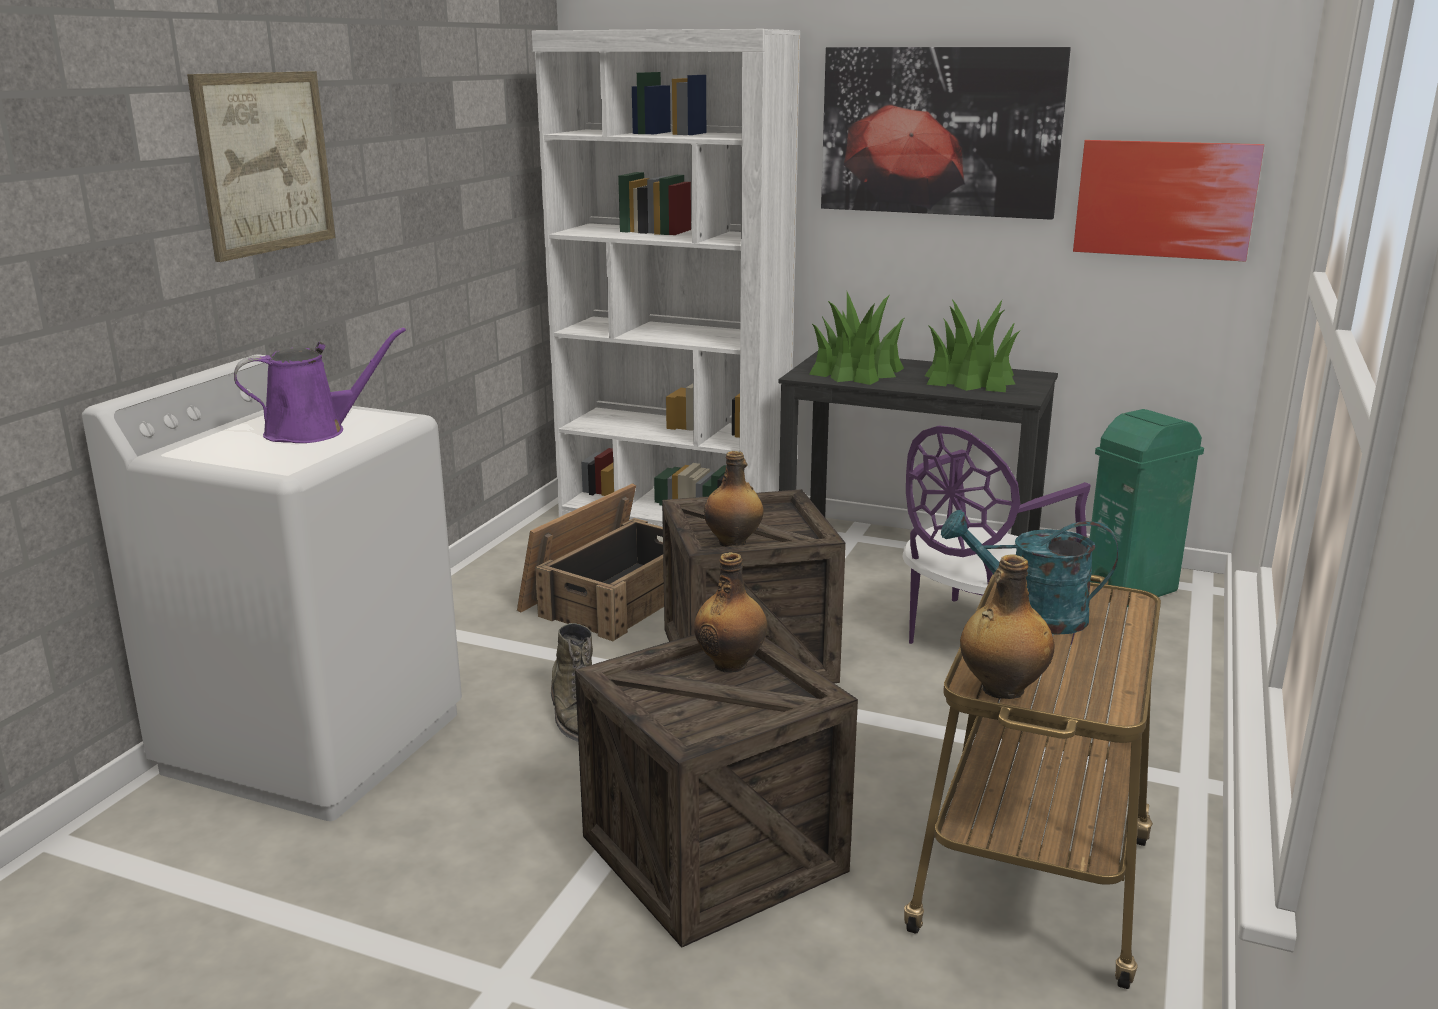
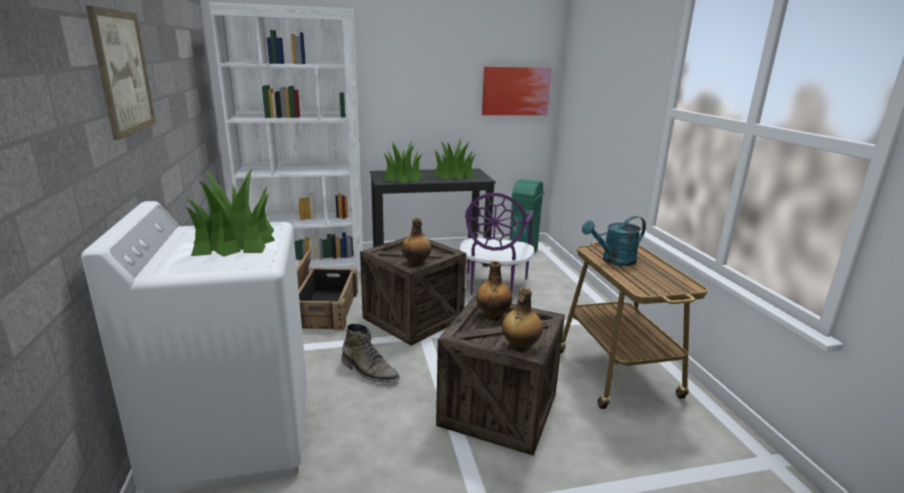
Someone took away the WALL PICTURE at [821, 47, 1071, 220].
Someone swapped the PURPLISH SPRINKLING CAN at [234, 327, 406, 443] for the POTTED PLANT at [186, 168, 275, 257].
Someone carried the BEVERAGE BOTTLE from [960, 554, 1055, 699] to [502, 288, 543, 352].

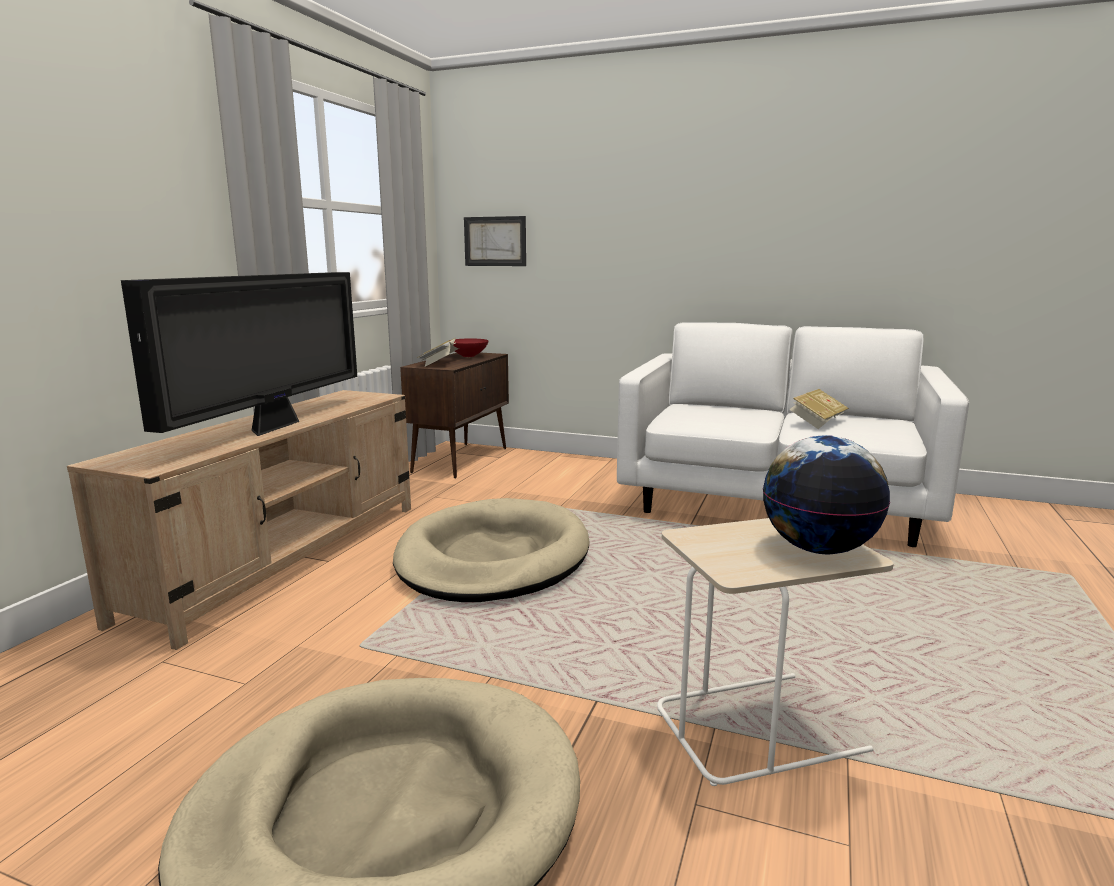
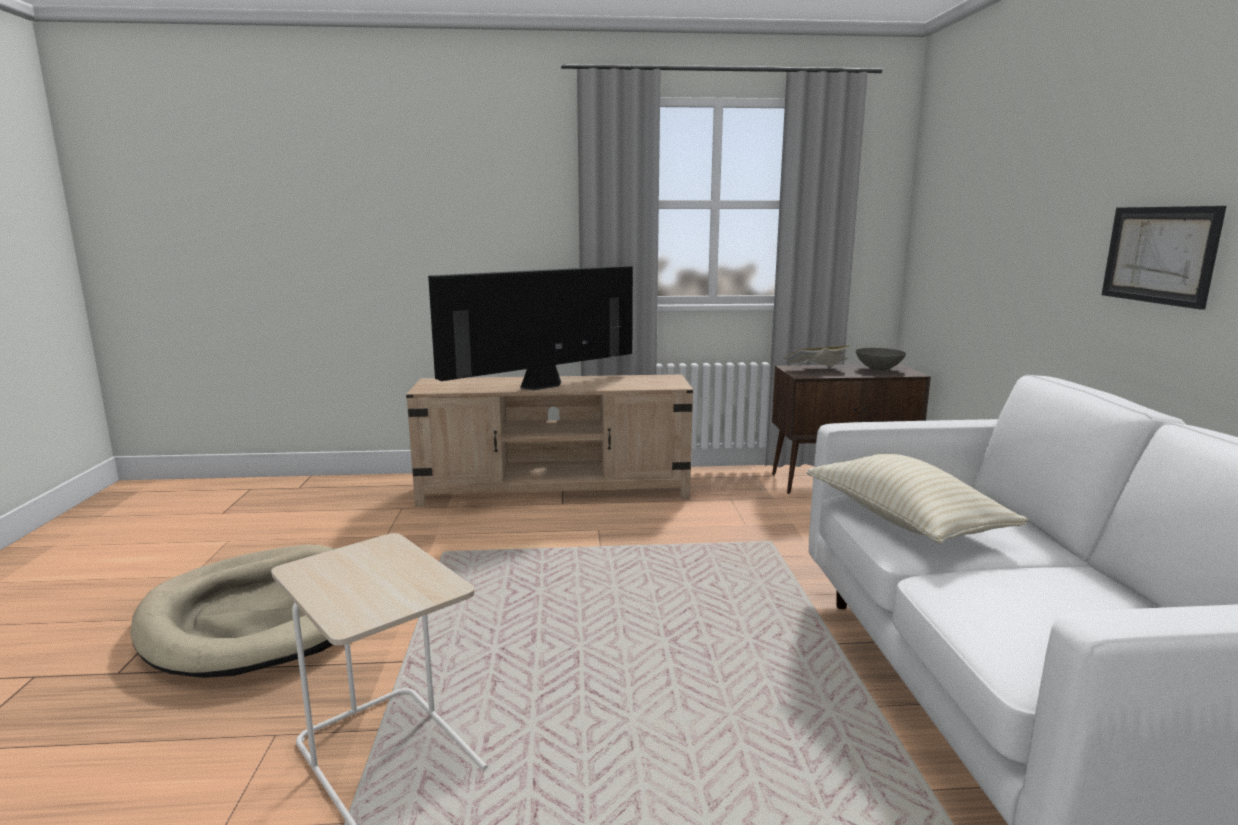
Someone carried the WALL PICTURE from [464, 216, 526, 266] to [1102, 206, 1226, 310].
Someone rotated the TELEVISION at [121, 272, 357, 436] by 150 degrees clockwise.
Someone repainted the REDDISH SERVING BOWL at [453, 338, 489, 357], which became the GRAY SERVING BOWL at [856, 348, 906, 371].
Someone took away the BOUND BOOK at [789, 389, 849, 429].
Someone took away the WORLD GLOBE at [763, 435, 890, 554].
Someone took away the BEIGE-COLOURED DOG BED at [393, 498, 590, 602].
Someone put down the BEIGE-COLOURED PILLOW at [807, 454, 1028, 544].

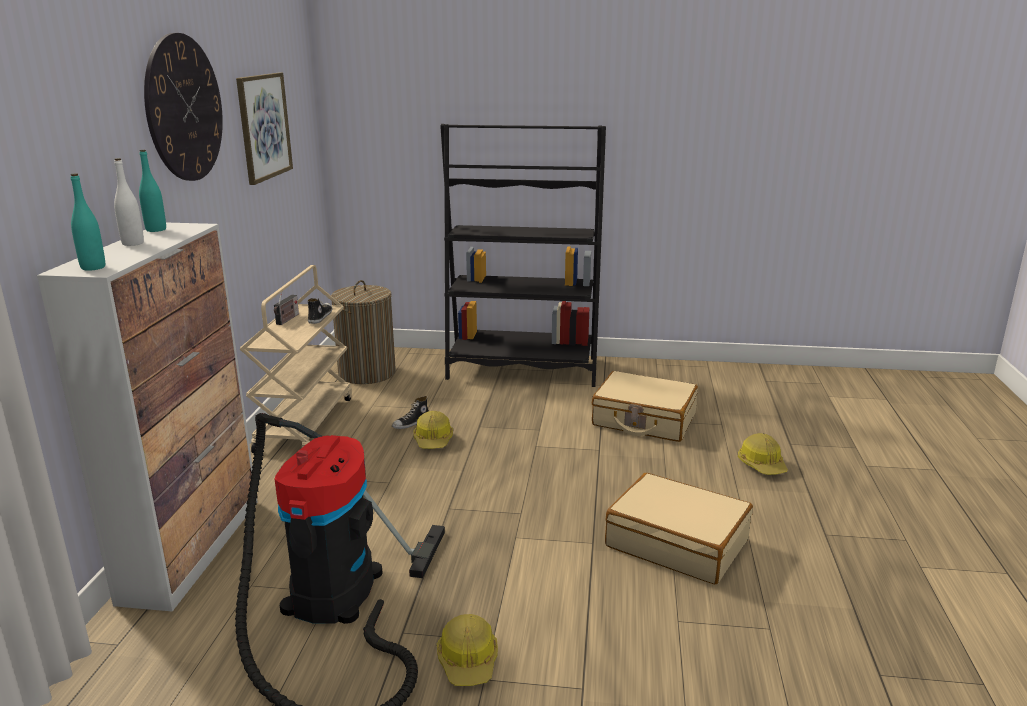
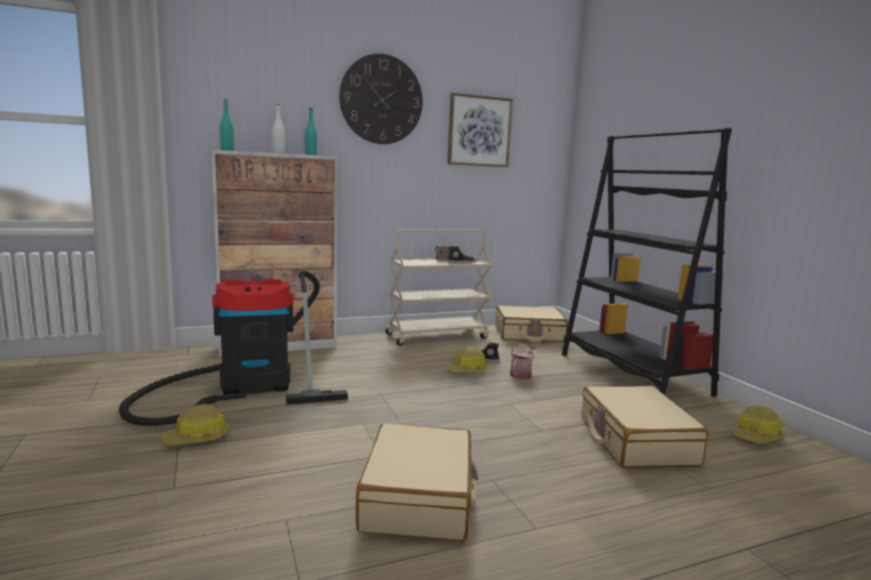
Someone swapped the HAMPER at [331, 280, 396, 384] for the BEIGE-COLOURED SUITCASE at [495, 305, 568, 342].
Someone carried the SAFETY HELMET from [738, 433, 788, 475] to [733, 405, 784, 444].
Someone put down the SPRINKLING CAN at [510, 344, 537, 379].

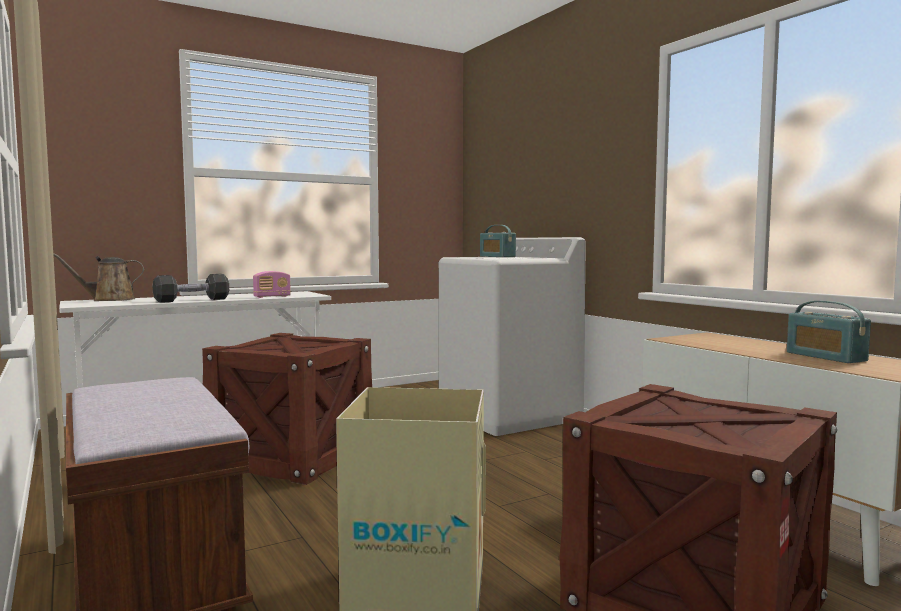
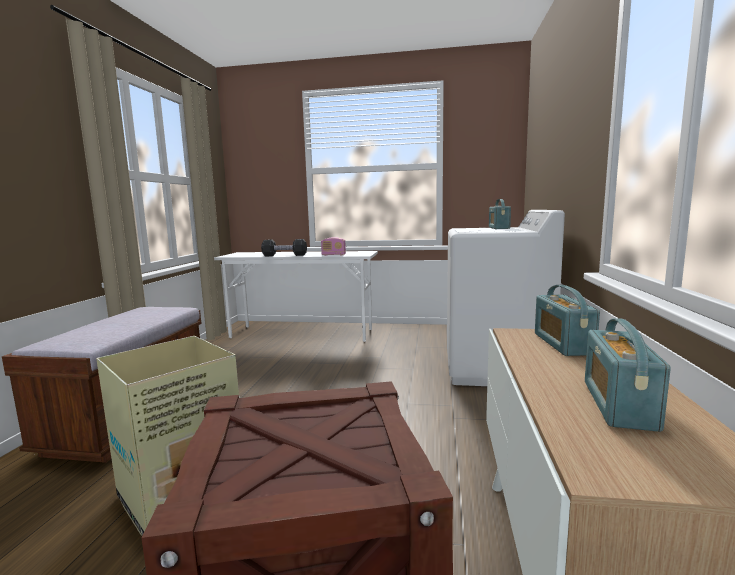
Someone took away the BROWN-COLOURED SPRINKLING CAN at [53, 253, 144, 301].
Someone took away the CRATE at [202, 333, 372, 485].
Someone put down the RADIO SET at [535, 285, 600, 356].

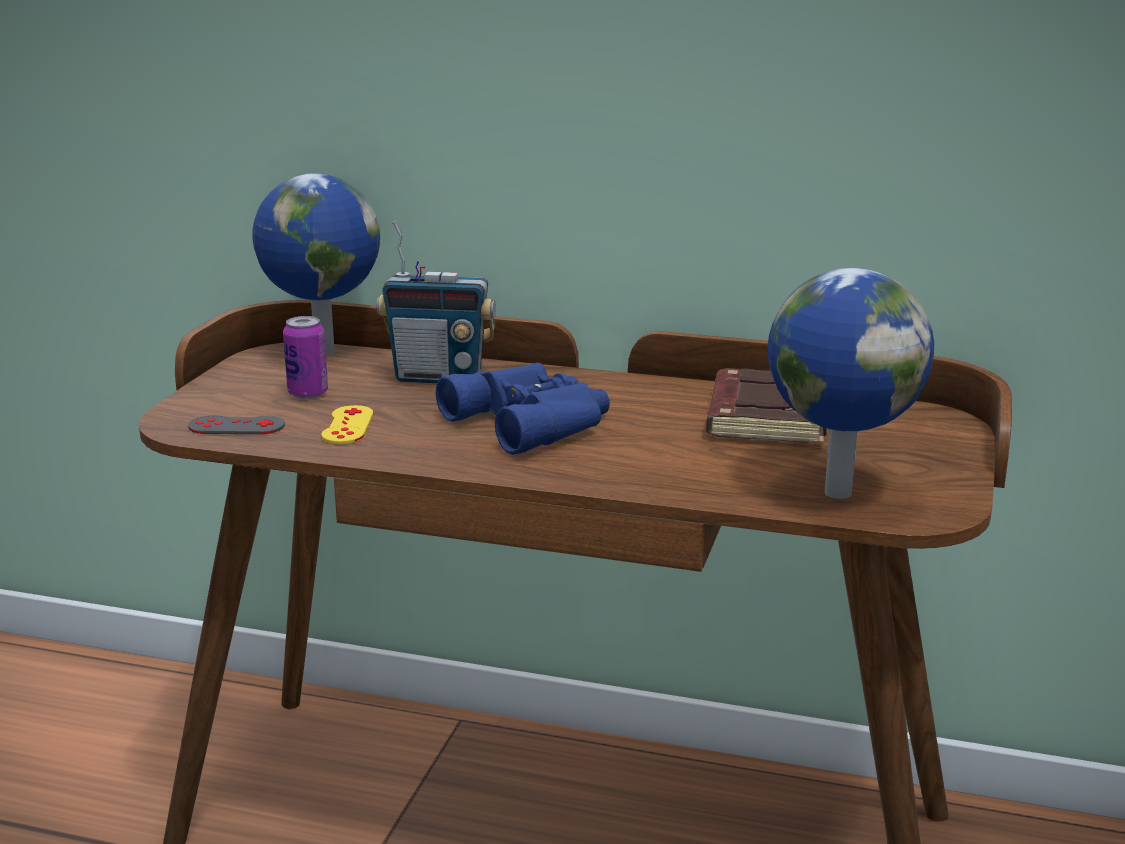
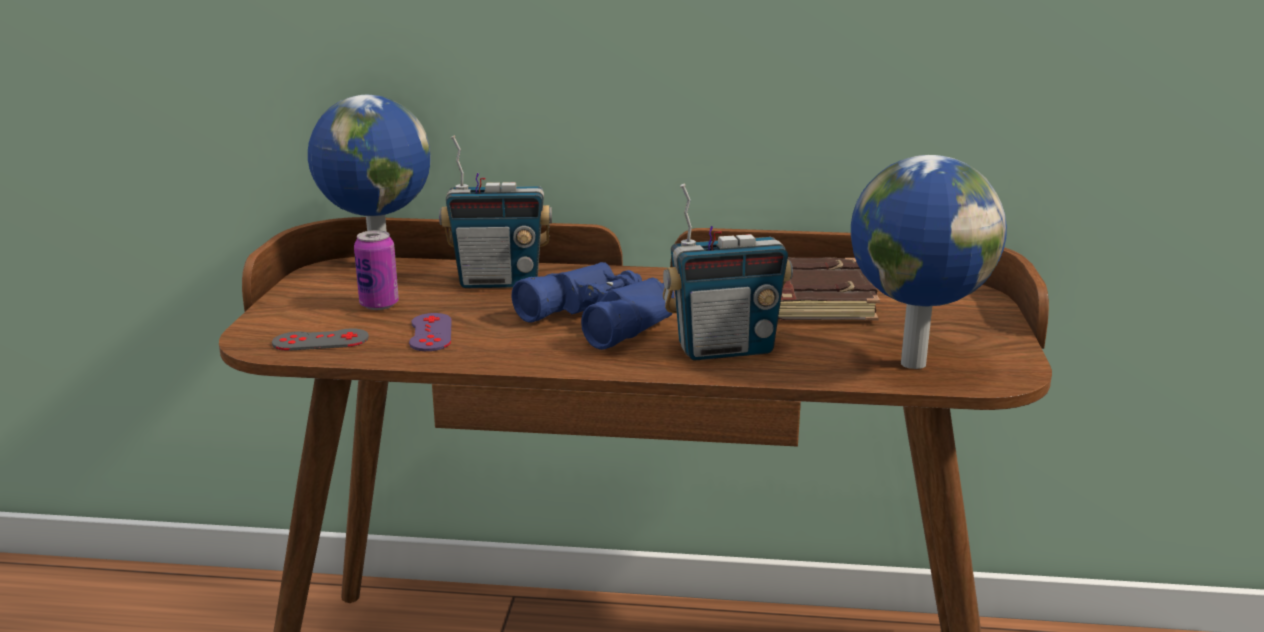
Someone repainted the YELLOW-COLOURED GAME CONTROLLER at [321, 405, 373, 444], which became the PURPLISH GAME CONTROLLER at [409, 313, 452, 351].
Someone put down the RADIO SET at [663, 184, 793, 360].

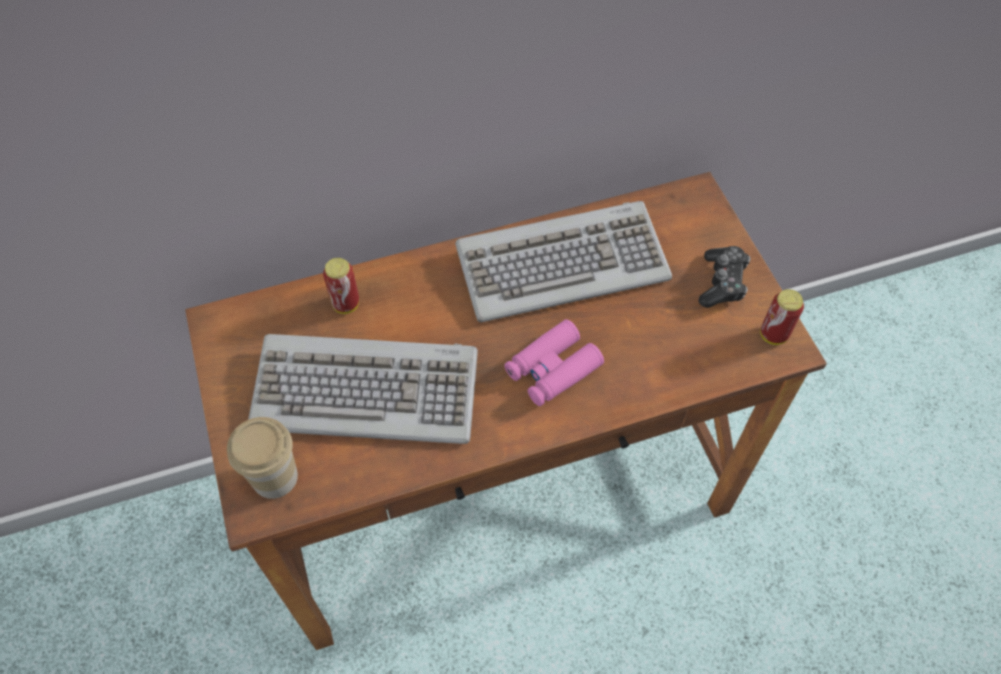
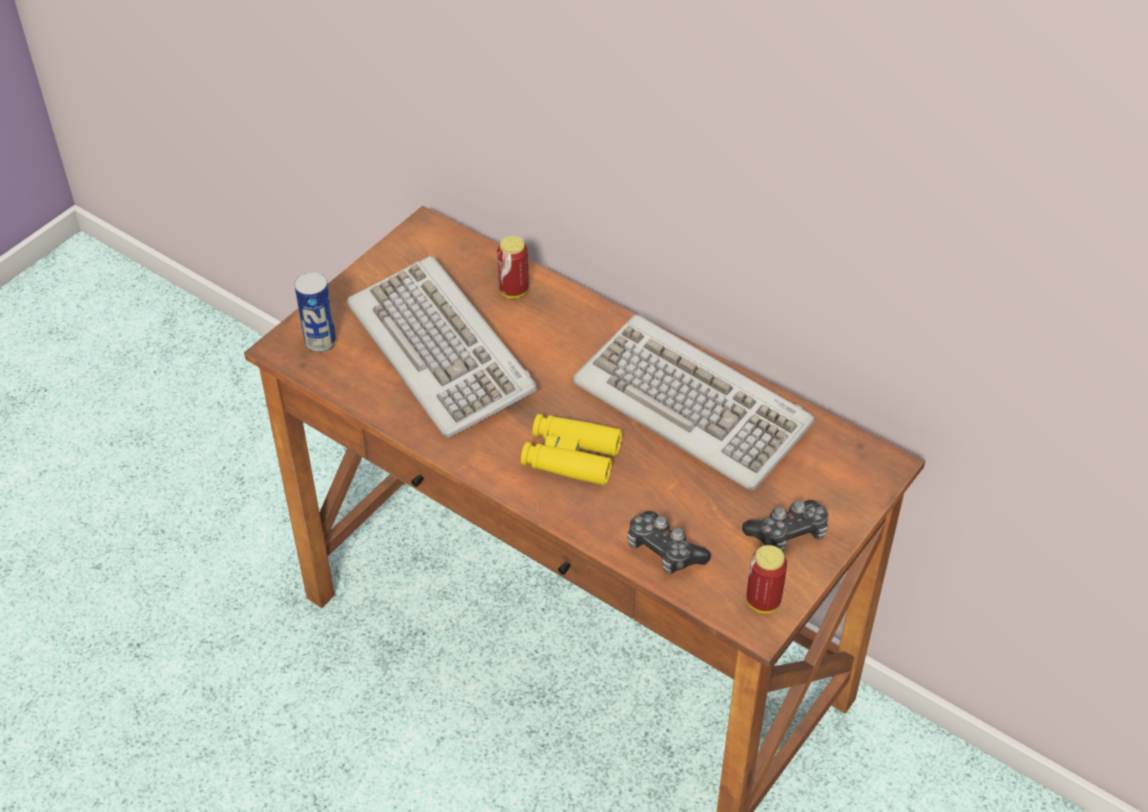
Someone repainted the PINK PAIR OF BINOCULARS at [504, 319, 604, 406], which became the YELLOW-COLOURED PAIR OF BINOCULARS at [521, 414, 622, 485].
Someone swapped the SMALL CUP at [227, 417, 298, 499] for the CAN at [294, 272, 336, 353].
Someone put down the GAME CONTROLLER at [627, 511, 711, 574].

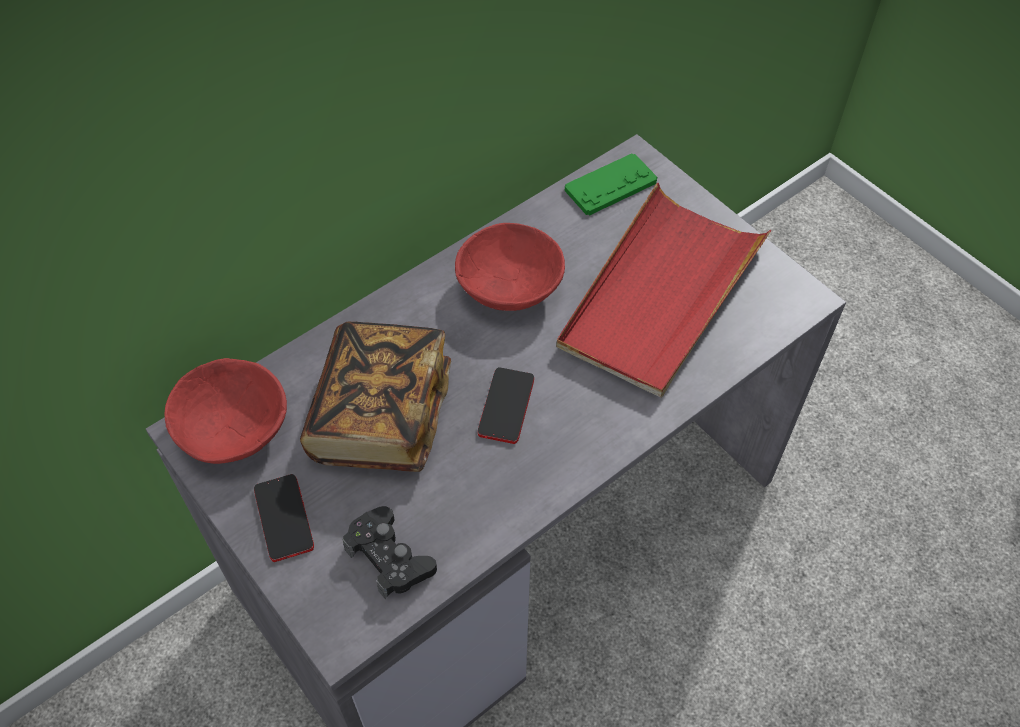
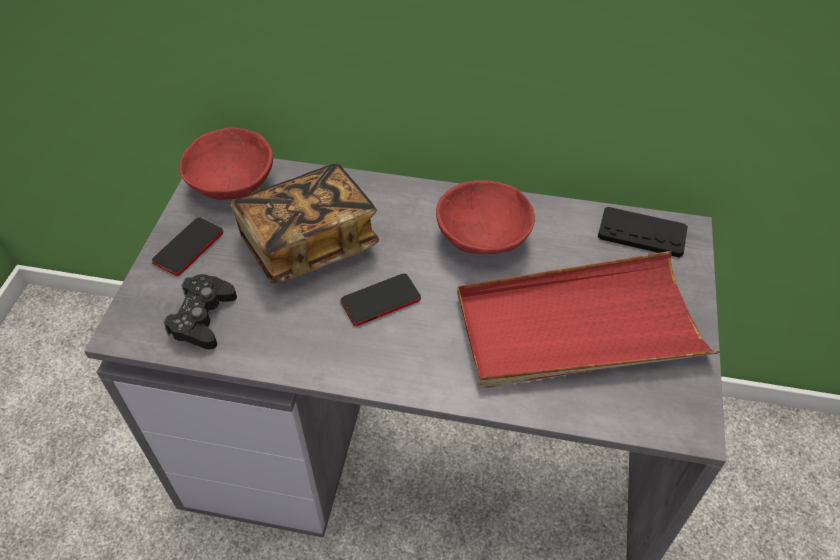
Someone repainted the GREEN GAME CONTROLLER at [565, 154, 657, 216], which became the BLACK GAME CONTROLLER at [598, 207, 688, 258].

